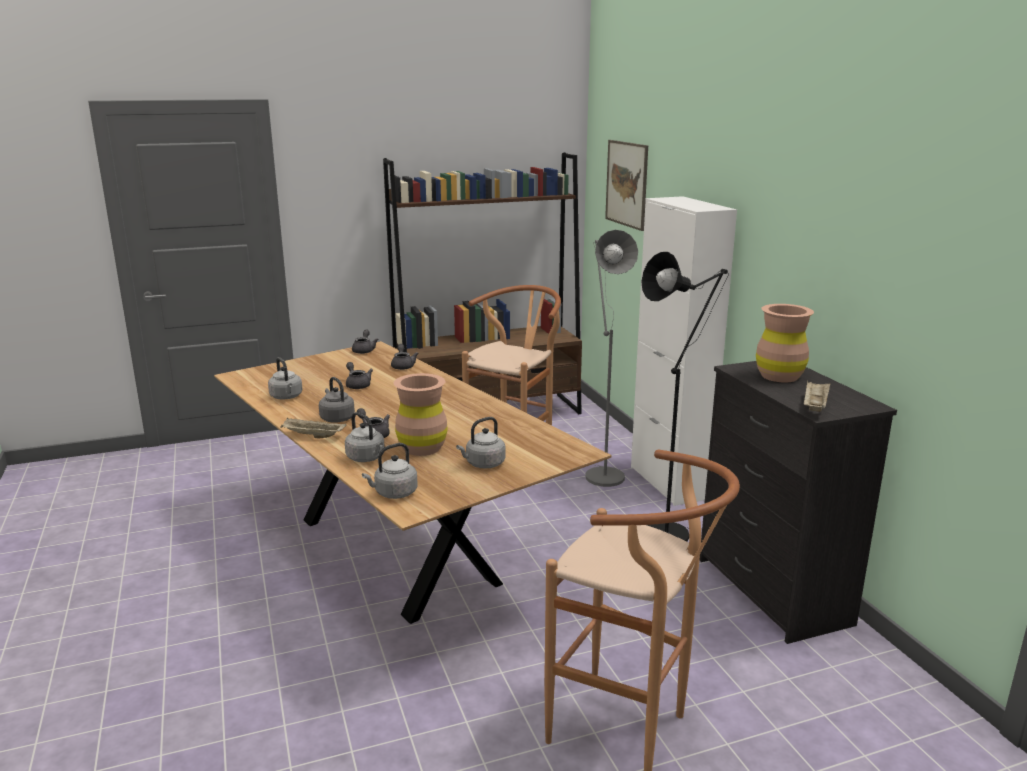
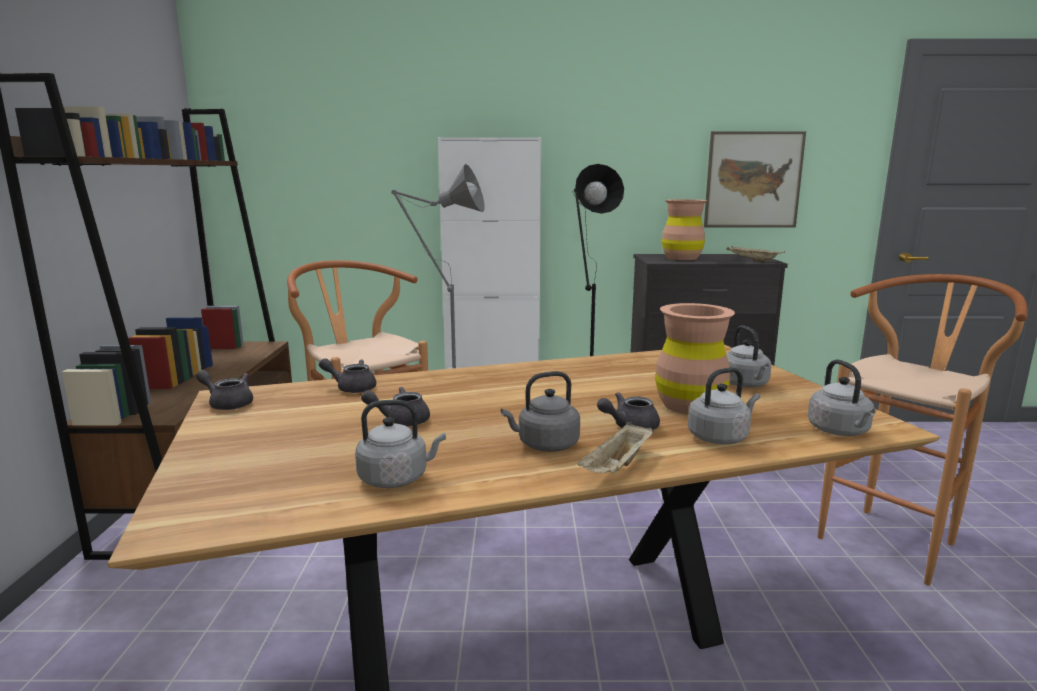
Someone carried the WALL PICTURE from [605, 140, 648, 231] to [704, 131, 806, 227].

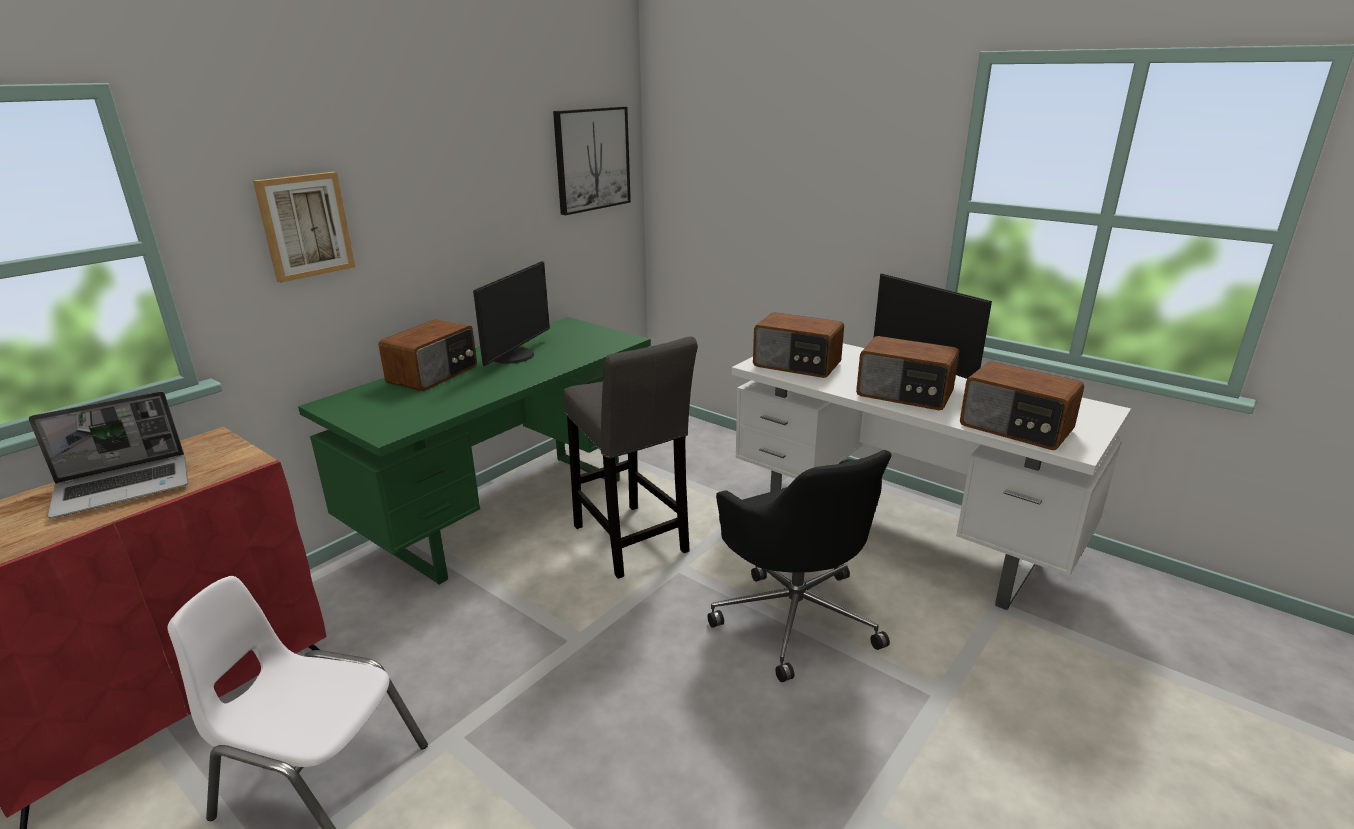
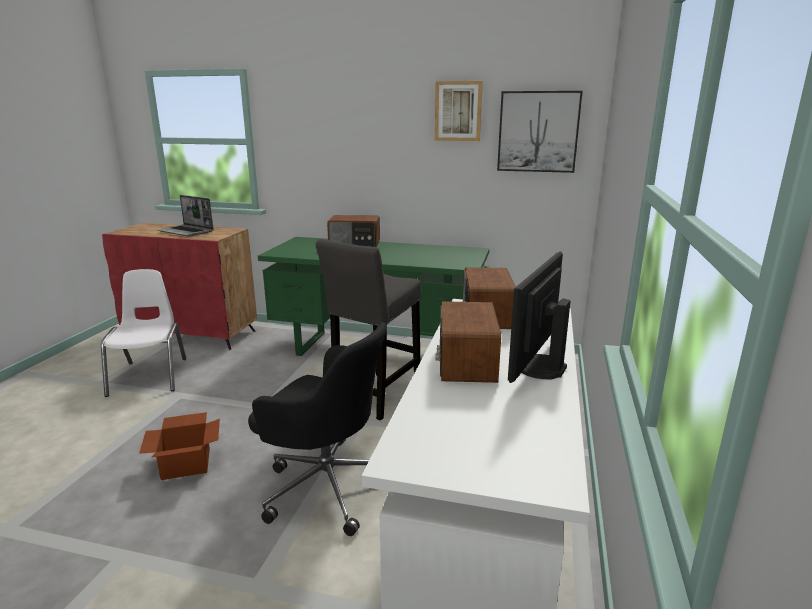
Someone carried the WALL PICTURE from [253, 172, 355, 283] to [435, 81, 483, 141].
Someone took away the COMPUTER SCREEN at [473, 261, 550, 366].
Someone took away the RADIO SET at [960, 362, 1084, 450].
Someone rotated the BLACK OFFICE CHAIR at [707, 450, 892, 682] by 105 degrees counterclockwise.
Someone put down the PACKING BOX at [139, 412, 220, 480].

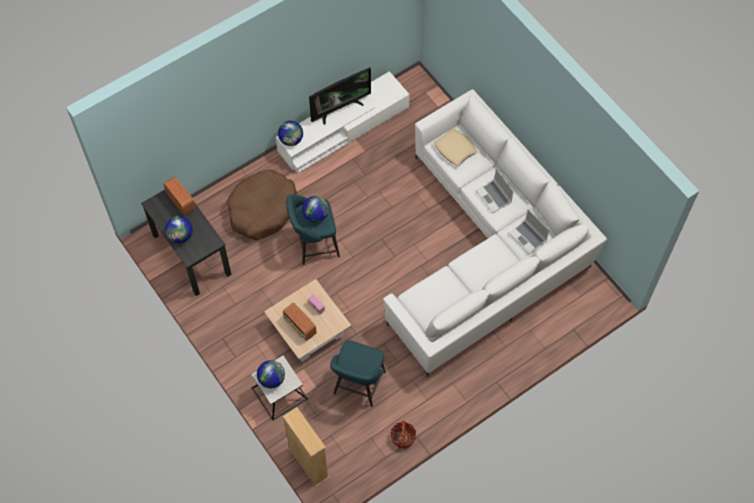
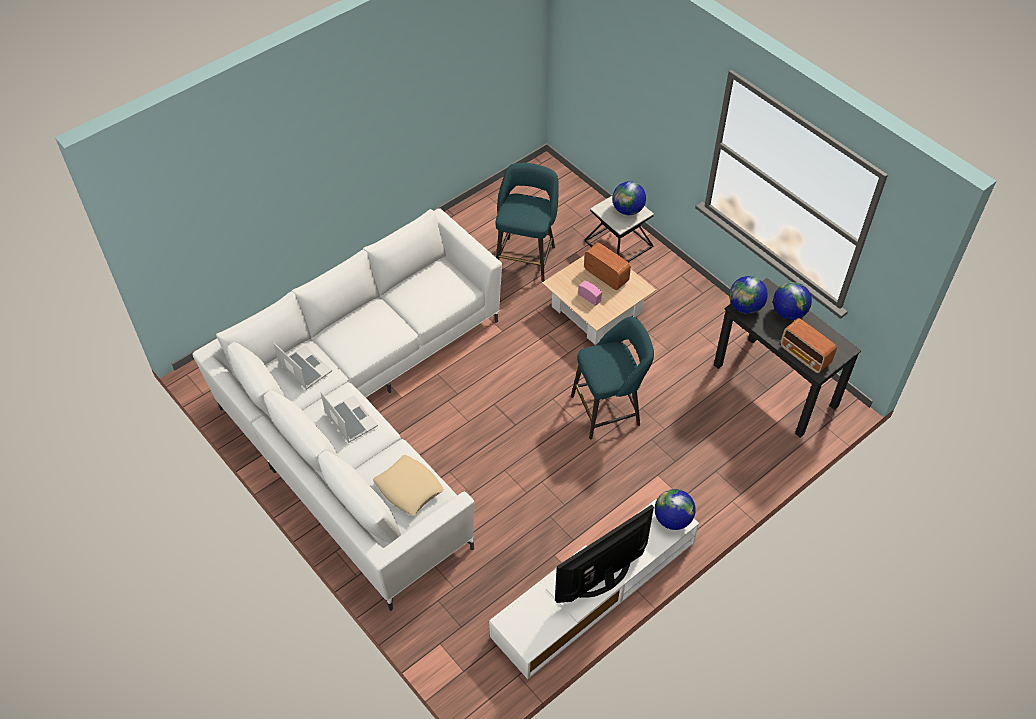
Someone took away the BROWN-COLOURED DOG BED at [227, 170, 297, 240].
Someone carried the WORLD GLOBE from [302, 196, 329, 223] to [729, 276, 768, 314].
Someone took away the BEIGE-COLOURED BOOKSHELF at [283, 407, 329, 486].
Someone took away the HOUSEHOLD BASKET at [391, 421, 416, 448].

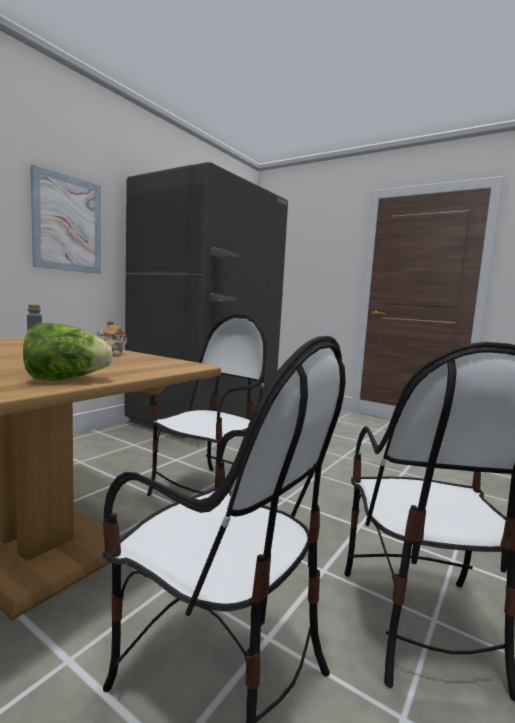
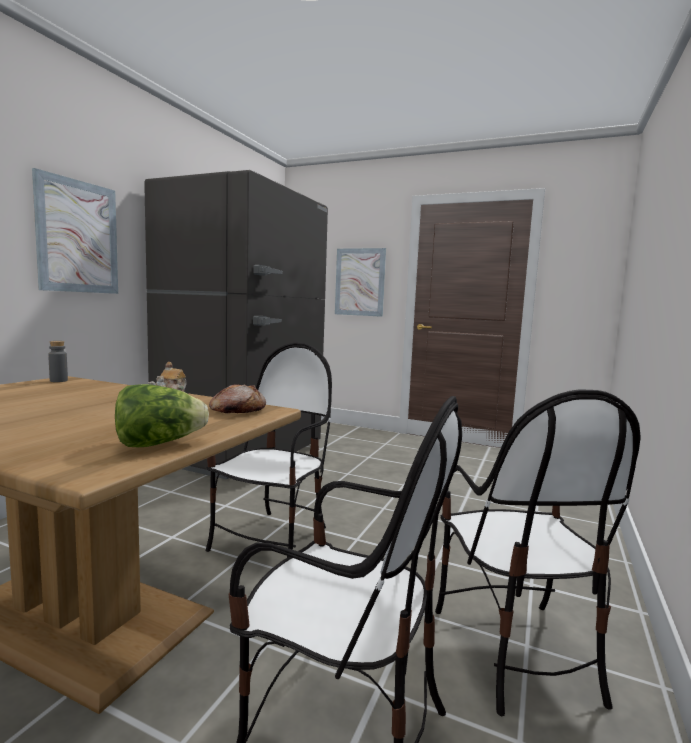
Someone put up the WALL PICTURE at [335, 248, 386, 317].
Someone put down the BAKERY BREAD at [209, 384, 266, 413].

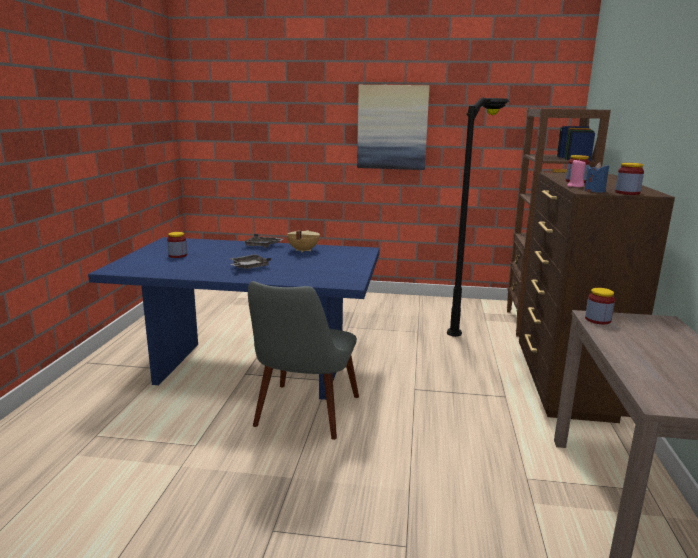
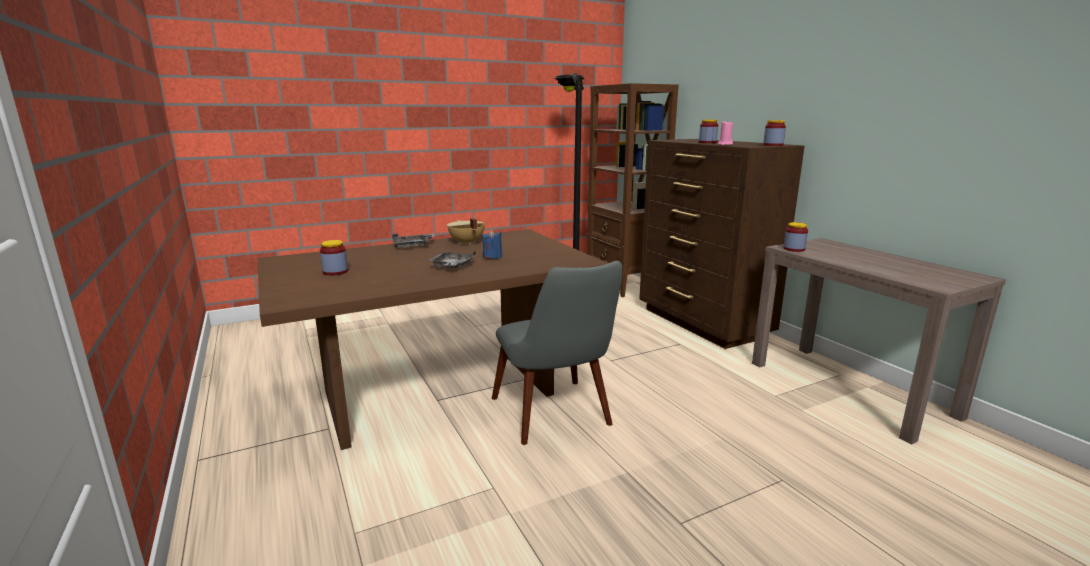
Someone took away the WALL PICTURE at [357, 85, 429, 170].
Someone carried the BLUE WAX CANDLE from [585, 162, 609, 193] to [483, 229, 502, 259].
Someone repainted the BLUE KITCHEN TABLE at [88, 237, 379, 400], which became the BROWN-COLOURED KITCHEN TABLE at [258, 229, 608, 450].

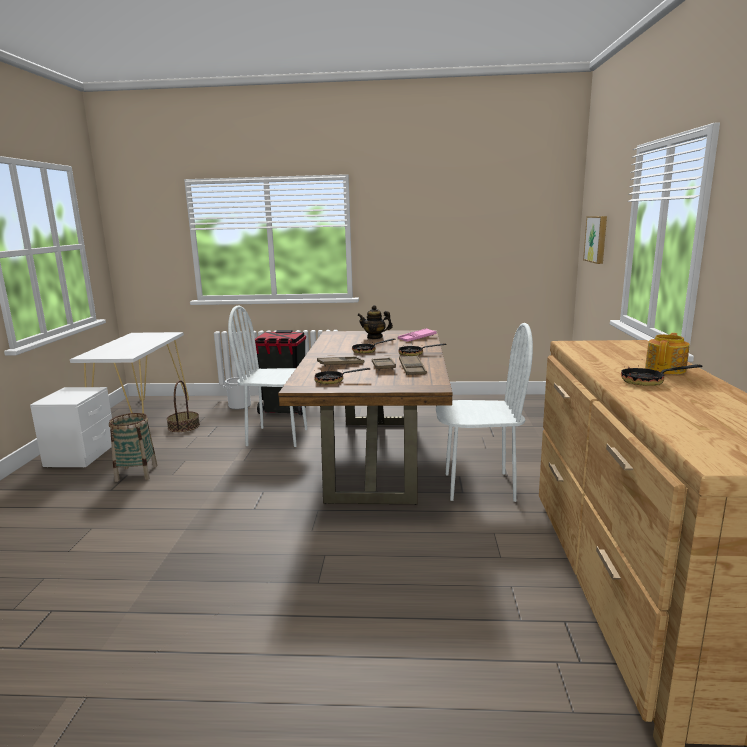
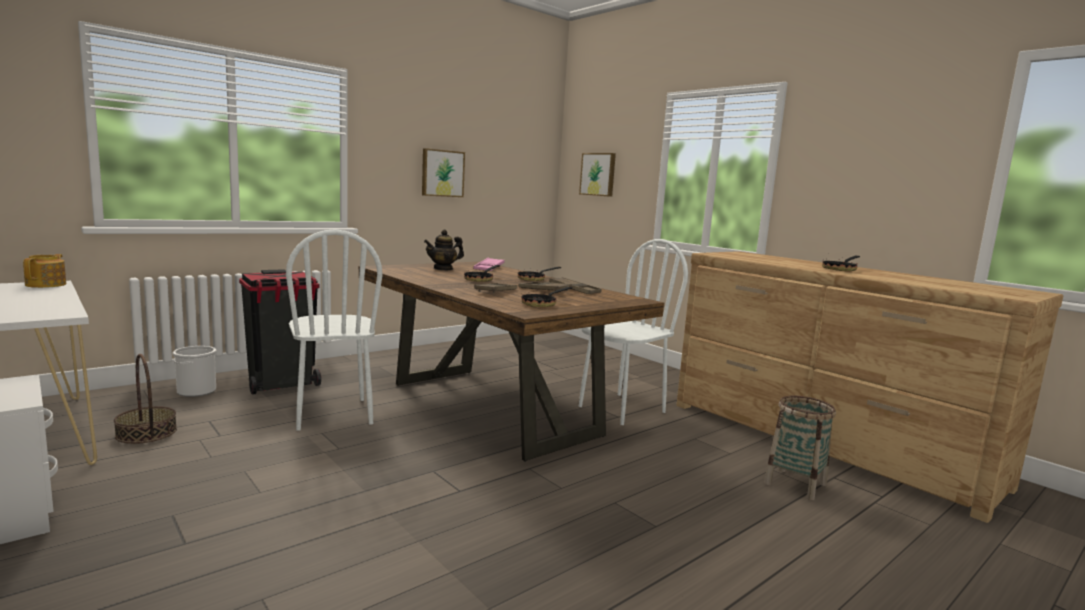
Someone rotated the WHITE-COLOURED PLAIN CHAIR at [228, 306, 307, 447] by 75 degrees counterclockwise.
Someone carried the TEAPOT from [645, 333, 690, 374] to [23, 254, 66, 288].
Someone carried the HOUSEHOLD BASKET from [109, 413, 158, 482] to [764, 396, 836, 500].
Someone put up the WALL PICTURE at [422, 148, 465, 197].

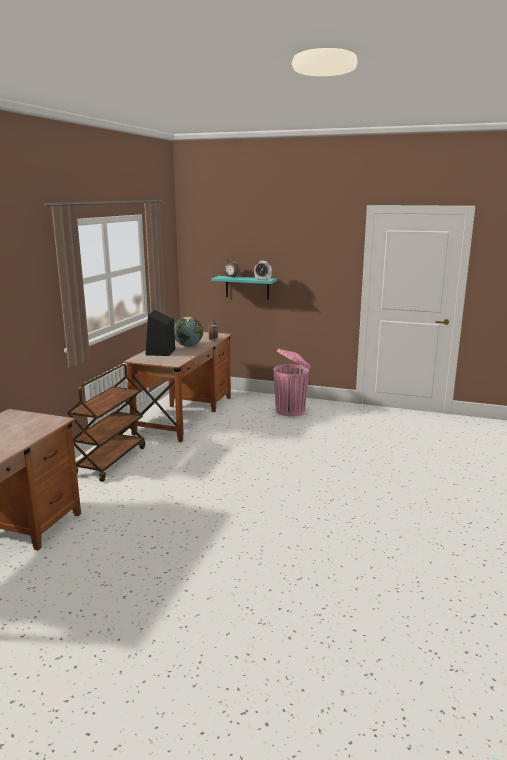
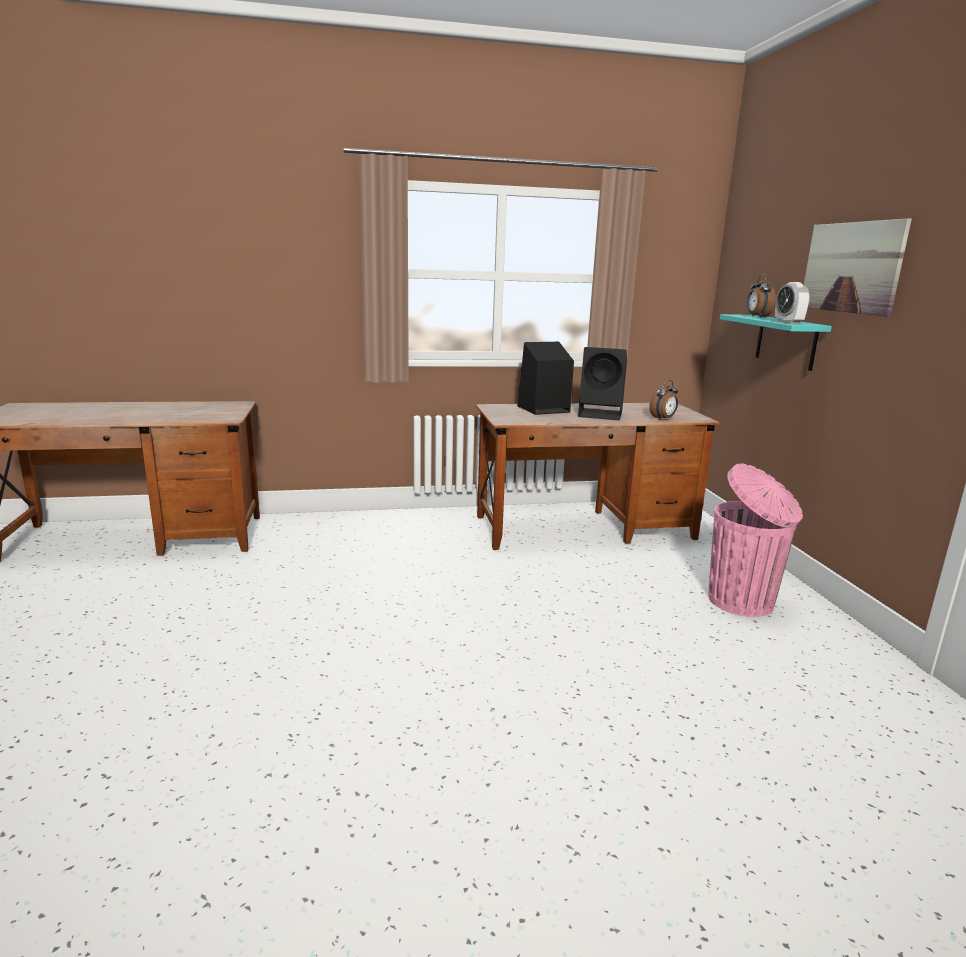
Someone swapped the WORLD GLOBE at [174, 317, 203, 347] for the BLACK LOUDSPEAKER at [578, 347, 627, 420].
Someone took away the BROWN-COLOURED CART at [67, 364, 145, 482].
Someone put up the WALL PICTURE at [804, 218, 912, 317].

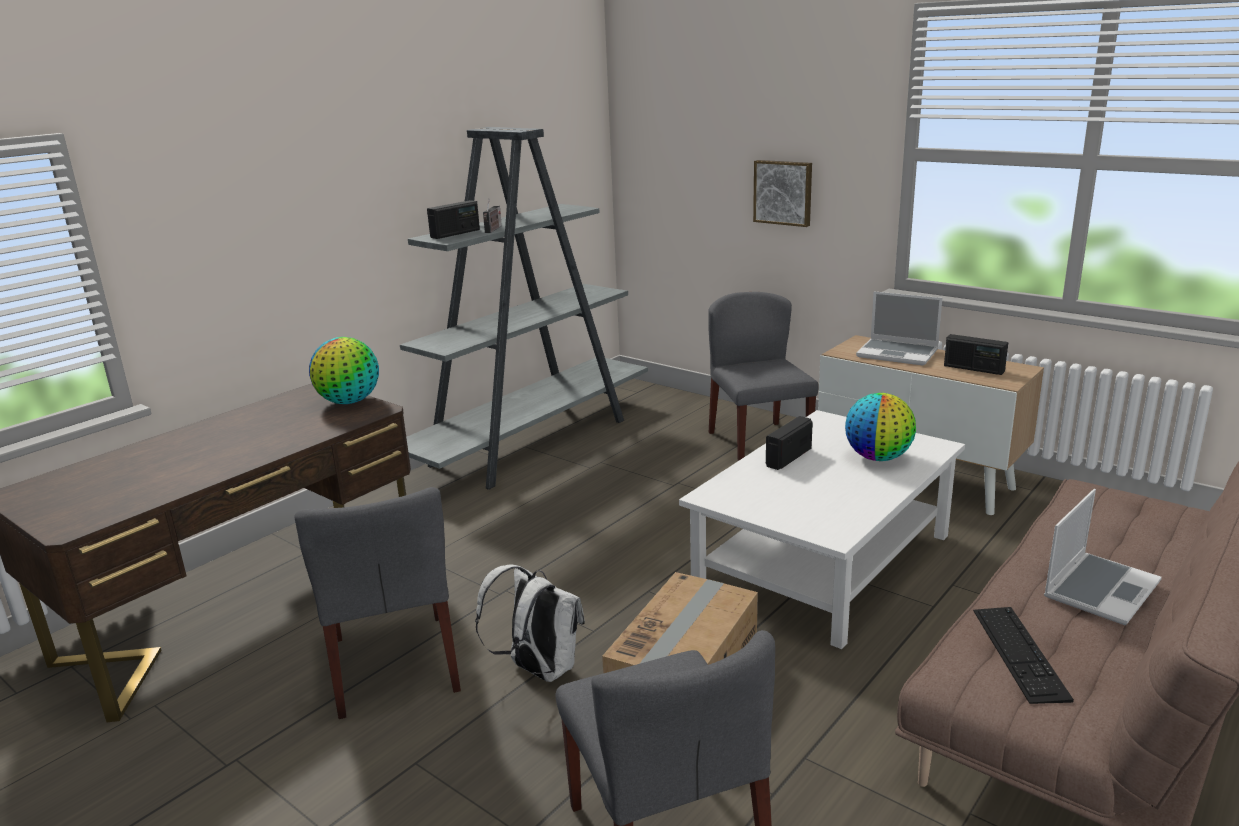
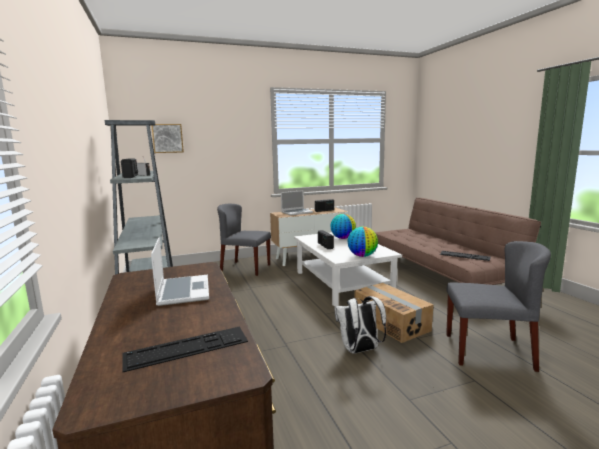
Someone carried the WALL PICTURE from [753, 160, 812, 227] to [152, 124, 184, 153].
Someone carried the WORLD GLOBE from [309, 337, 379, 404] to [348, 227, 378, 257].
Someone took away the GRAY PLAIN CHAIR at [294, 487, 461, 719].
Someone carried the PORTABLE COMPUTER from [1044, 489, 1162, 625] to [151, 237, 209, 306].
Someone put down the PC KEYBOARD at [122, 326, 248, 372].

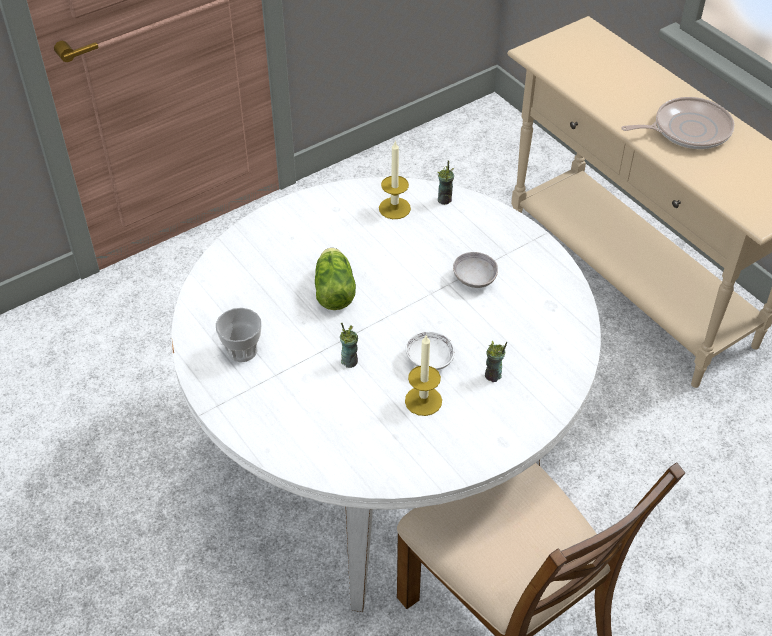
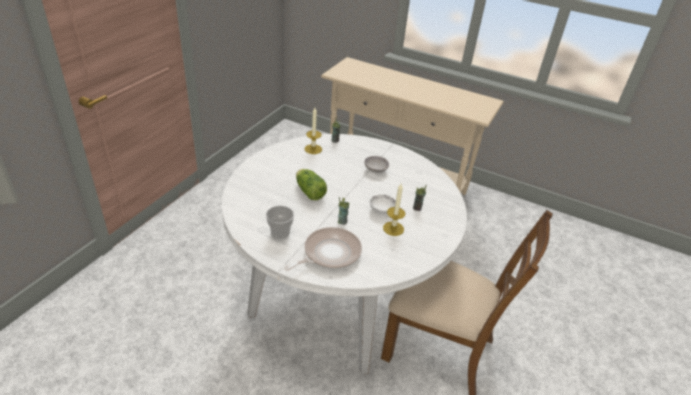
Someone carried the SKILLET from [621, 97, 735, 149] to [284, 227, 362, 271].

